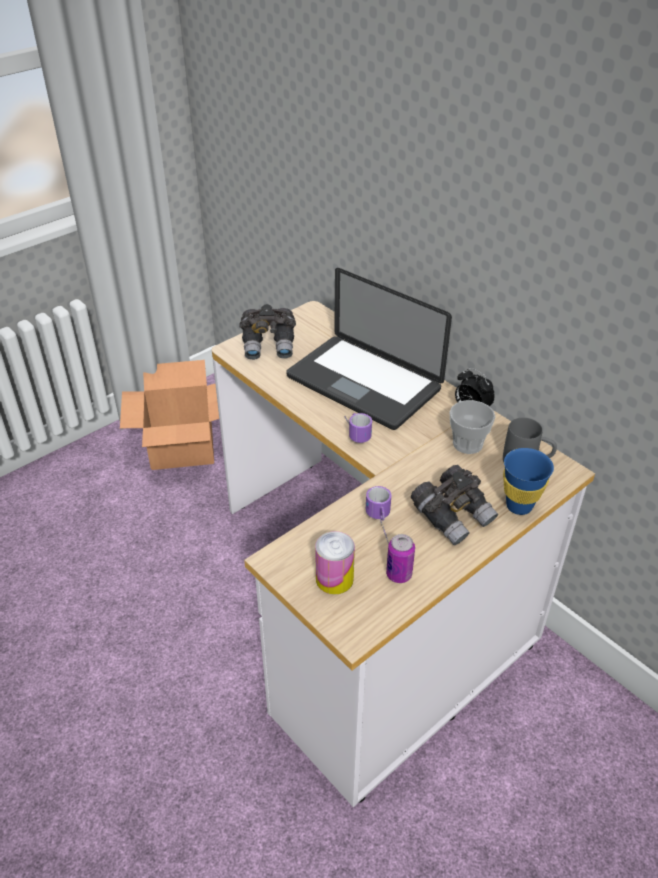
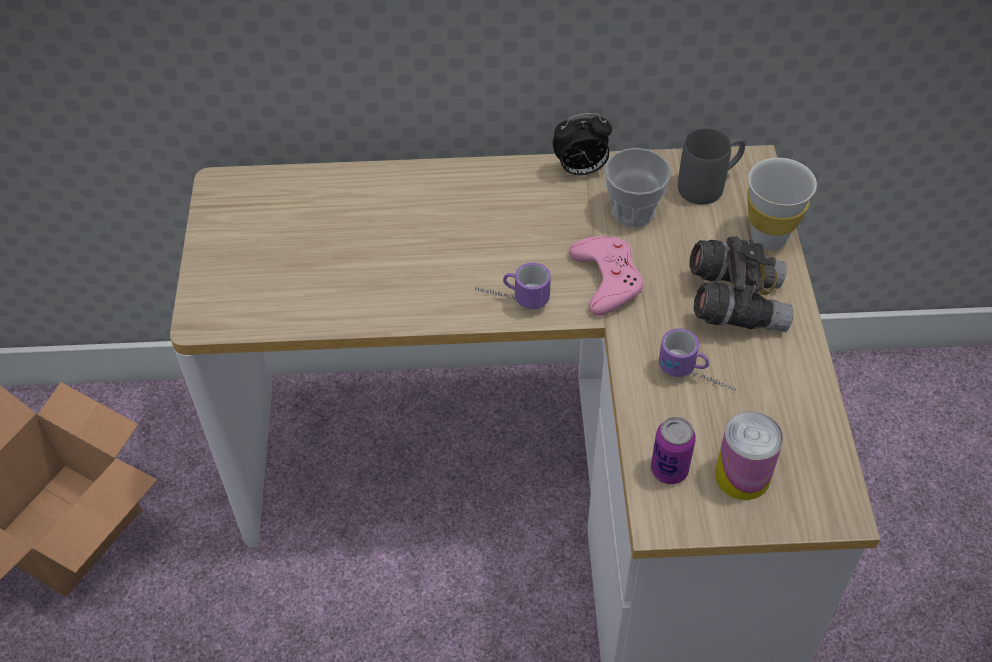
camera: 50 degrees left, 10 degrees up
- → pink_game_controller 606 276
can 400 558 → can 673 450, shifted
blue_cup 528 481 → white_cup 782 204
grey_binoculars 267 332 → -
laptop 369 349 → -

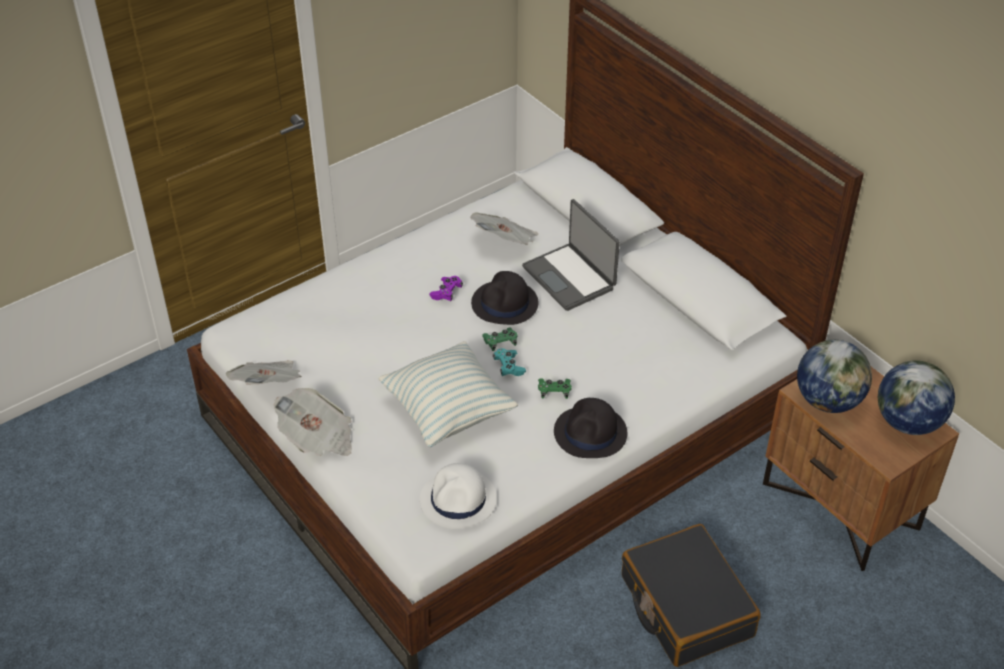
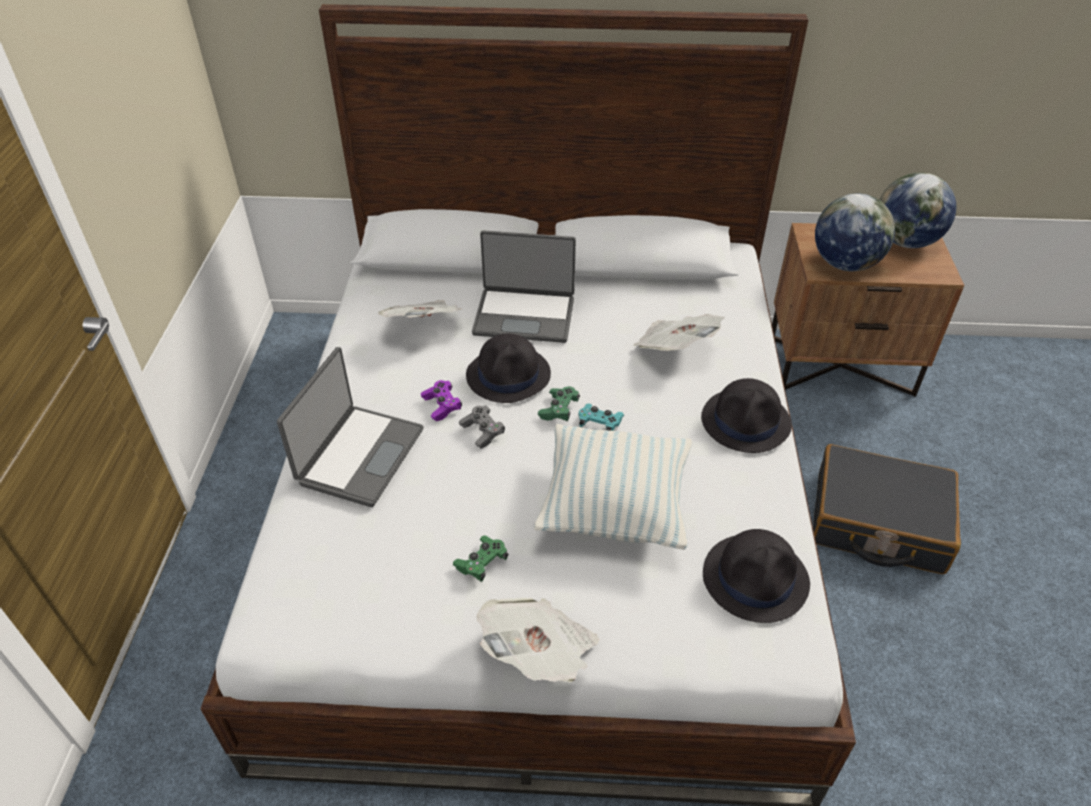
camera: 50 degrees left, 0 degrees up
- → laptop 350 427
green_game_controller 555 388 → green_game_controller 480 558, shifted
- → grey_game_controller 482 427
newspaper 263 372 → newspaper 679 332, shifted
white_hat 458 496 → black_hat 756 576

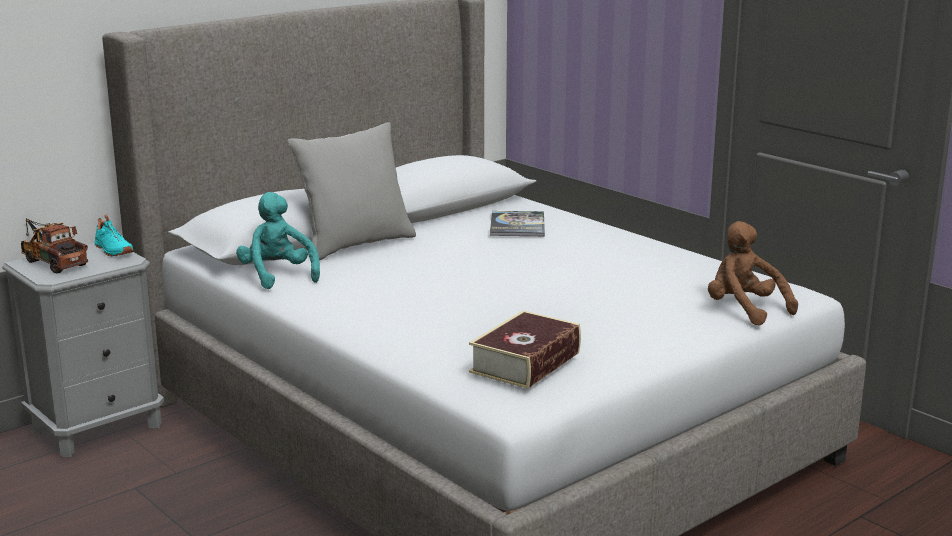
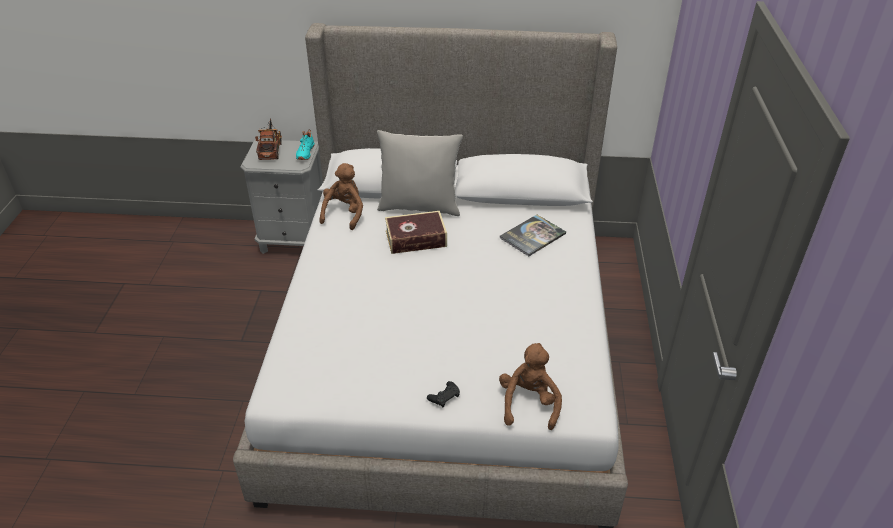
camera: 45 degrees right, 20 degrees up
turquoise_plush_toy 278 240 → brown_plush_toy 341 196
book 525 350 → book 416 232, shifted
- → black_game_controller 443 394

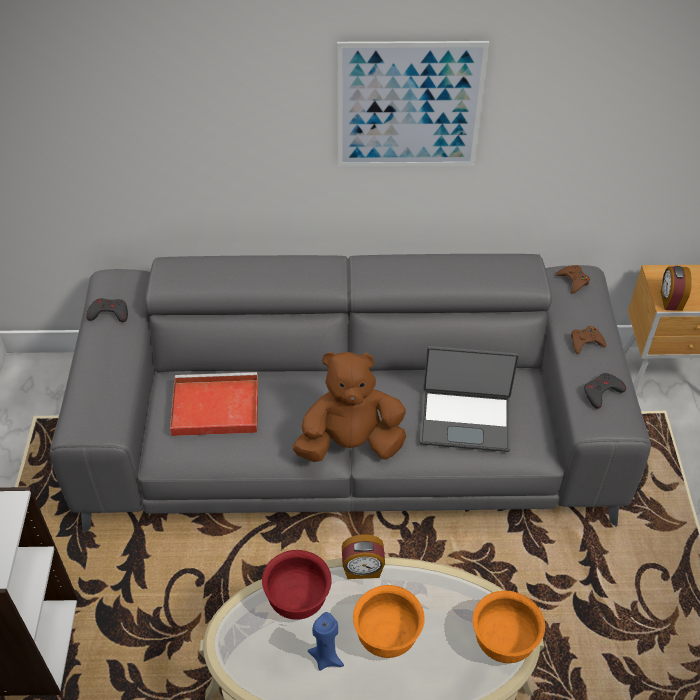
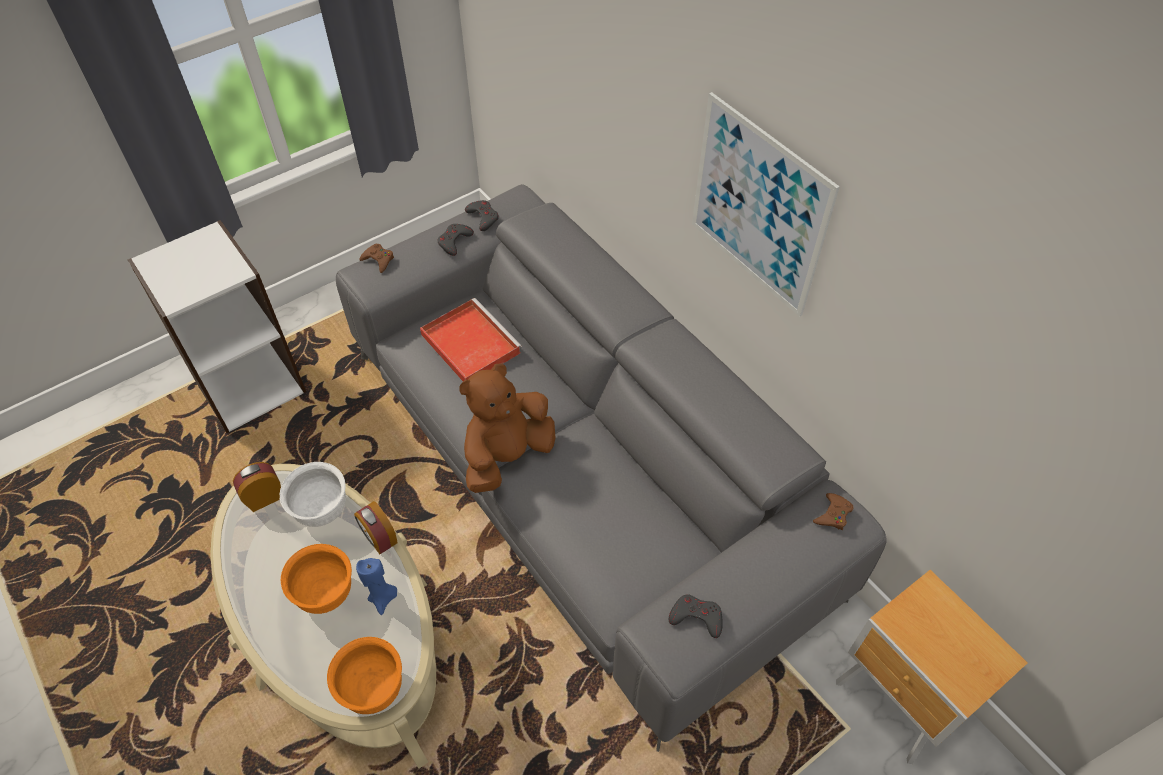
camera: 55 degrees right, 5 degrees up
alarm_clock 676 288 → alarm_clock 257 487, shifted
red_bowl 296 585 → white_bowl 313 494
blue_candle 326 641 → blue_candle 376 586, shifted
brown_game_controller 588 340 → brown_game_controller 377 258, shifted
- → grey_game_controller 455 240
brown_plush_toy 349 407 → brown_plush_toy 507 428, 90 degrees counterclockwise
laptop 469 399 → -

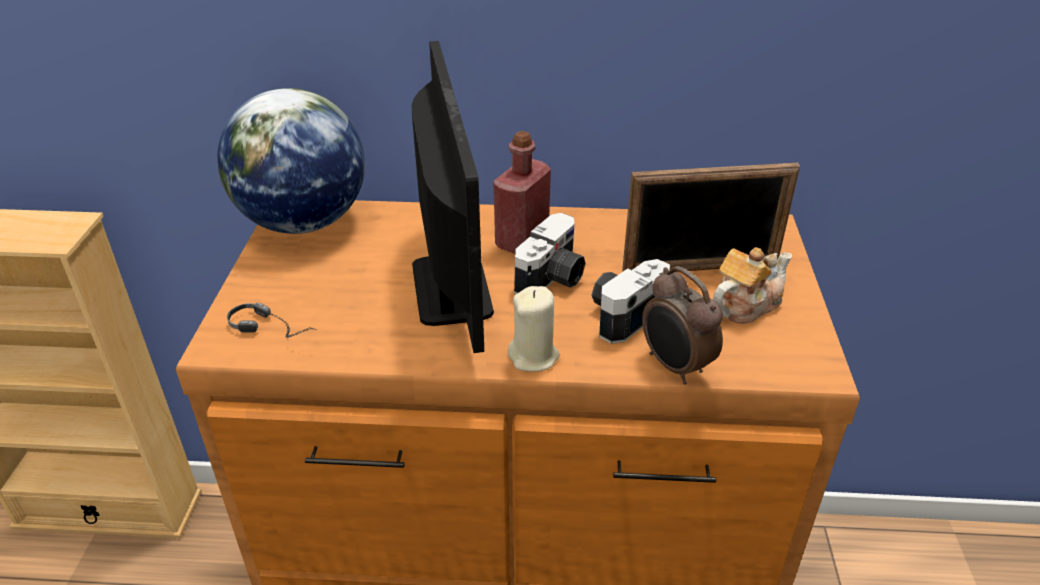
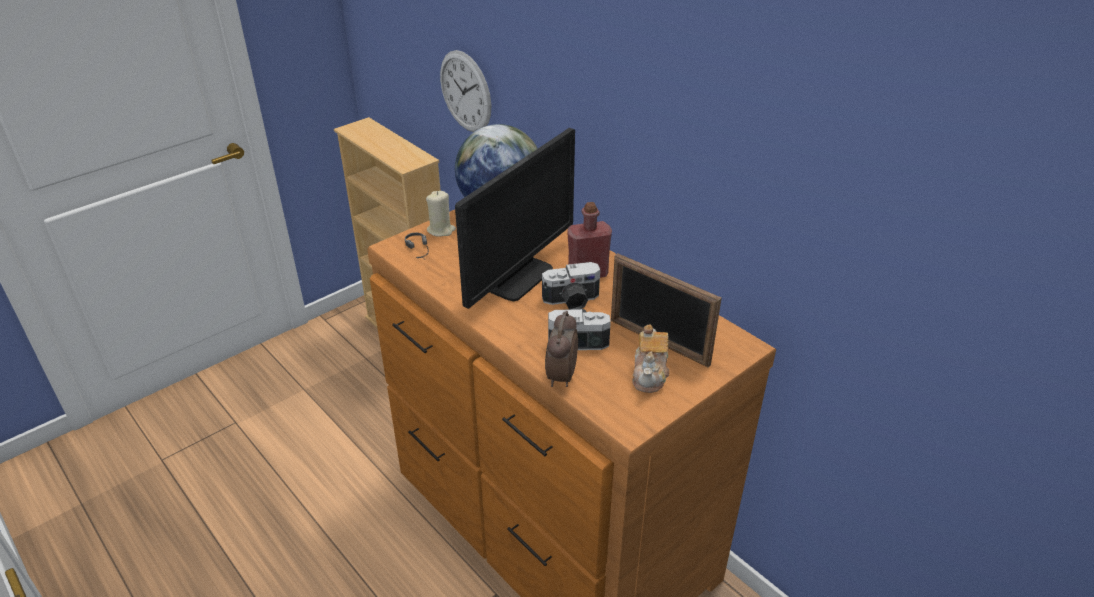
camera: 45 degrees right, 0 degrees up
beige_candle 534 329 → beige_candle 441 214, shifted
- → wall_clock 465 91
teapot 752 285 → teapot 650 358, 90 degrees clockwise

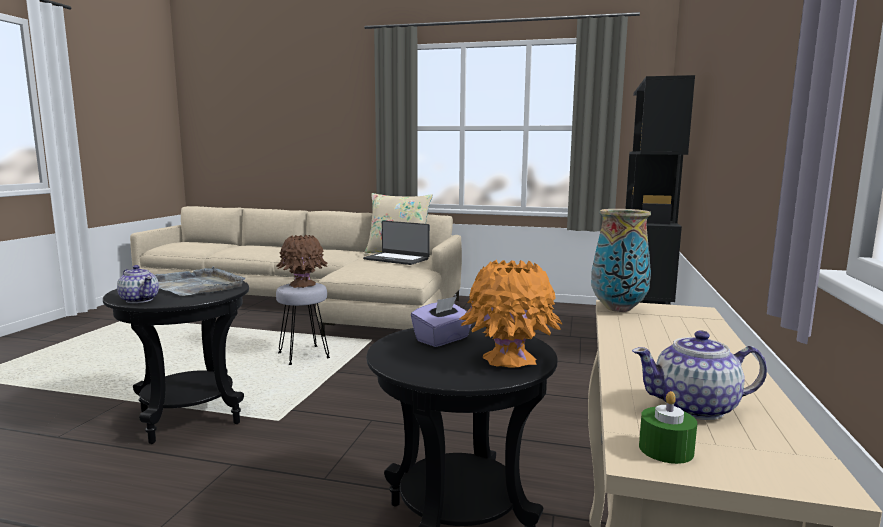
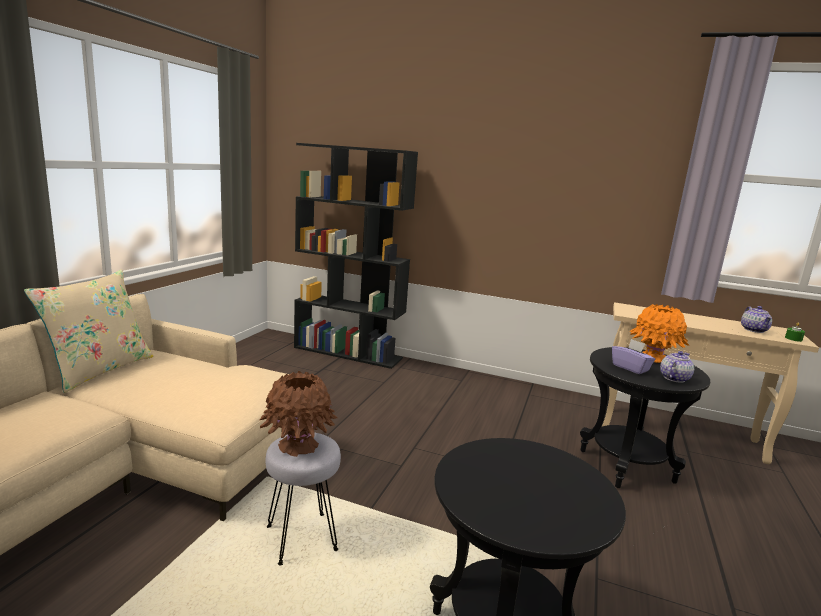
camera: 85 degrees left, 5 degrees up
teapot 138 284 → teapot 677 367, shifted
grey_tray 199 281 → -
laptop 396 243 → -
vase 621 260 → -

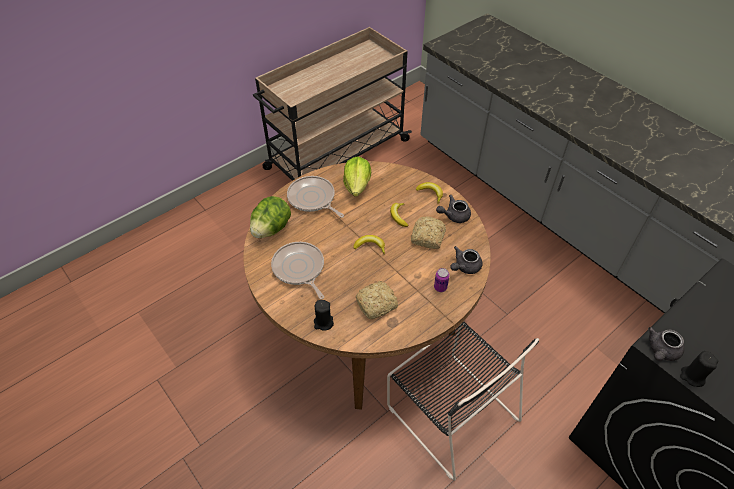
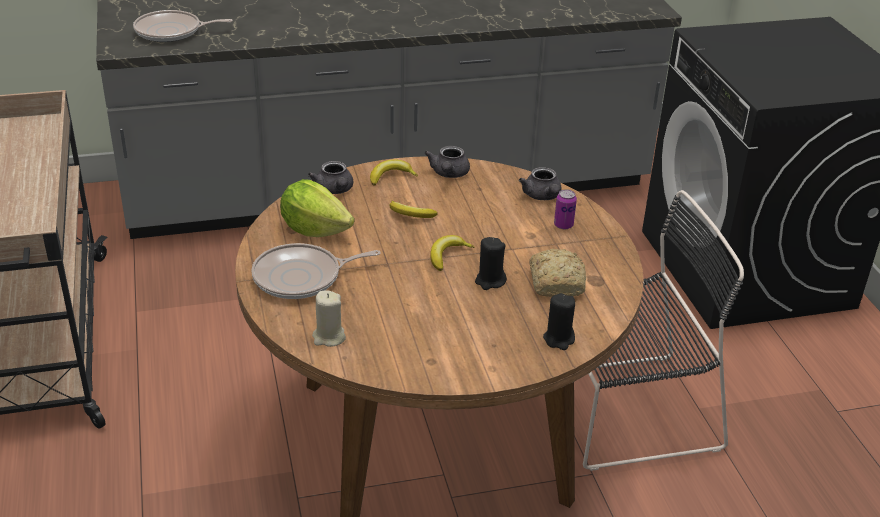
camera: 65 degrees left, 15 degrees down
frying_pan 297 270 → frying_pan 183 26, shifted
grey_teapot 666 344 → grey_teapot 330 177, shifted
lettuce 270 217 → beige_candle 329 319
black_candle 699 369 → black_candle 491 263, shifted
bread 428 232 → -

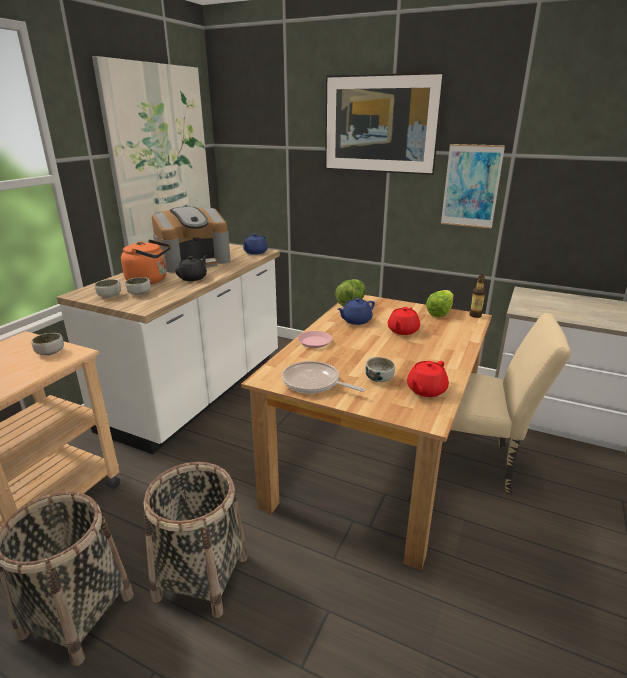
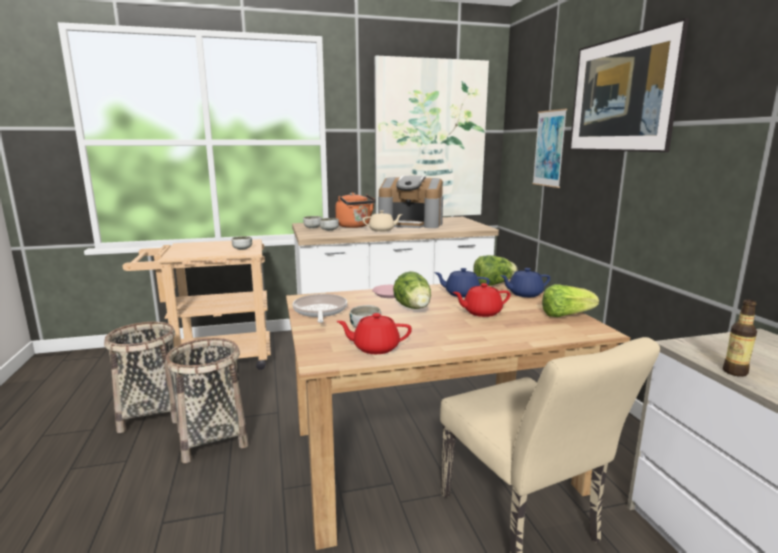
camera: 50 degrees right, 10 degrees down
black_teapot 191 268 → beige_teapot 383 221
- → lettuce 412 290
blue_teapot 255 244 → blue_teapot 525 282, shifted
picture 473 186 → picture 549 148, shifted
bottle 477 296 → bottle 740 338, shifted

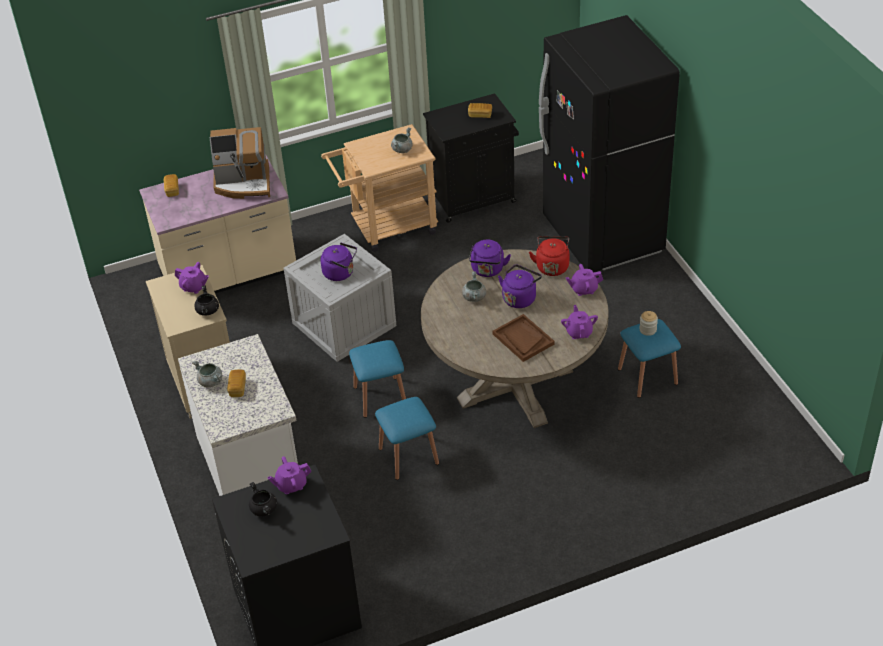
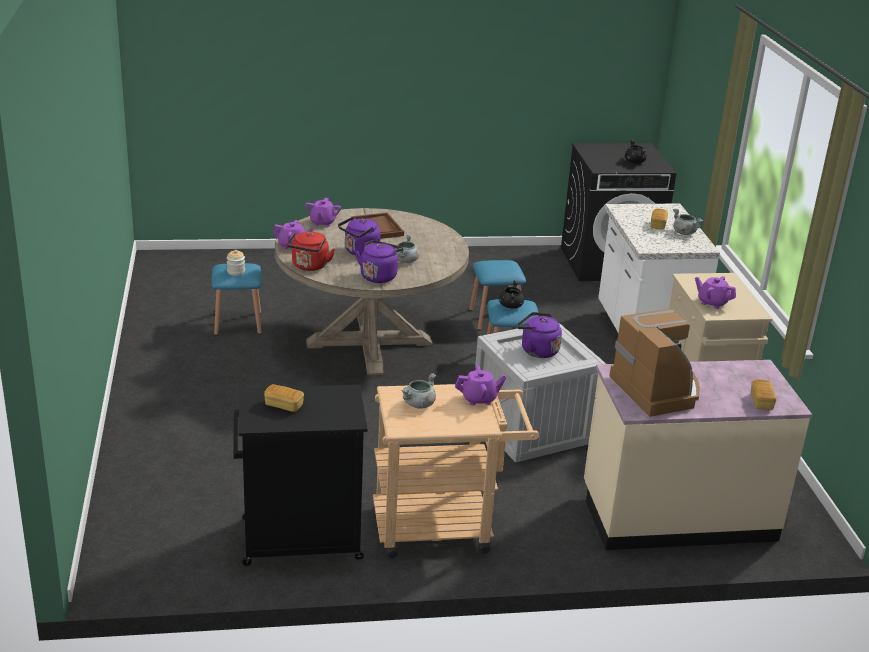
camera: 170 degrees left, 15 degrees down
purple_teapot 289 475 → purple_teapot 480 385, shifted
black_cooking_pot 206 301 → black_cooking_pot 511 294, shifted
coffee_machine 240 163 → coffee_machine 654 363, 60 degrees clockwise
black_fridge 609 143 → -

